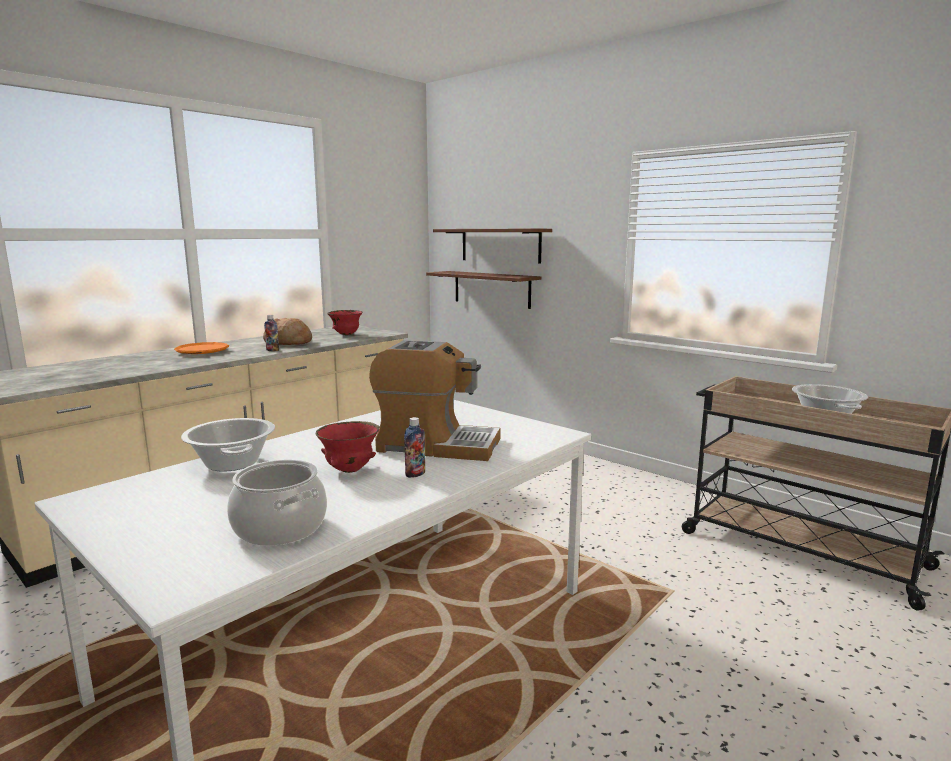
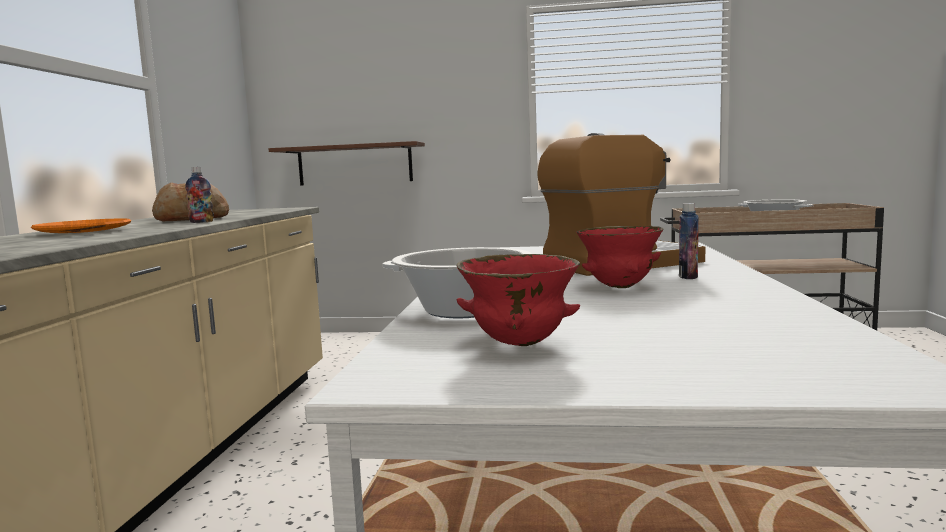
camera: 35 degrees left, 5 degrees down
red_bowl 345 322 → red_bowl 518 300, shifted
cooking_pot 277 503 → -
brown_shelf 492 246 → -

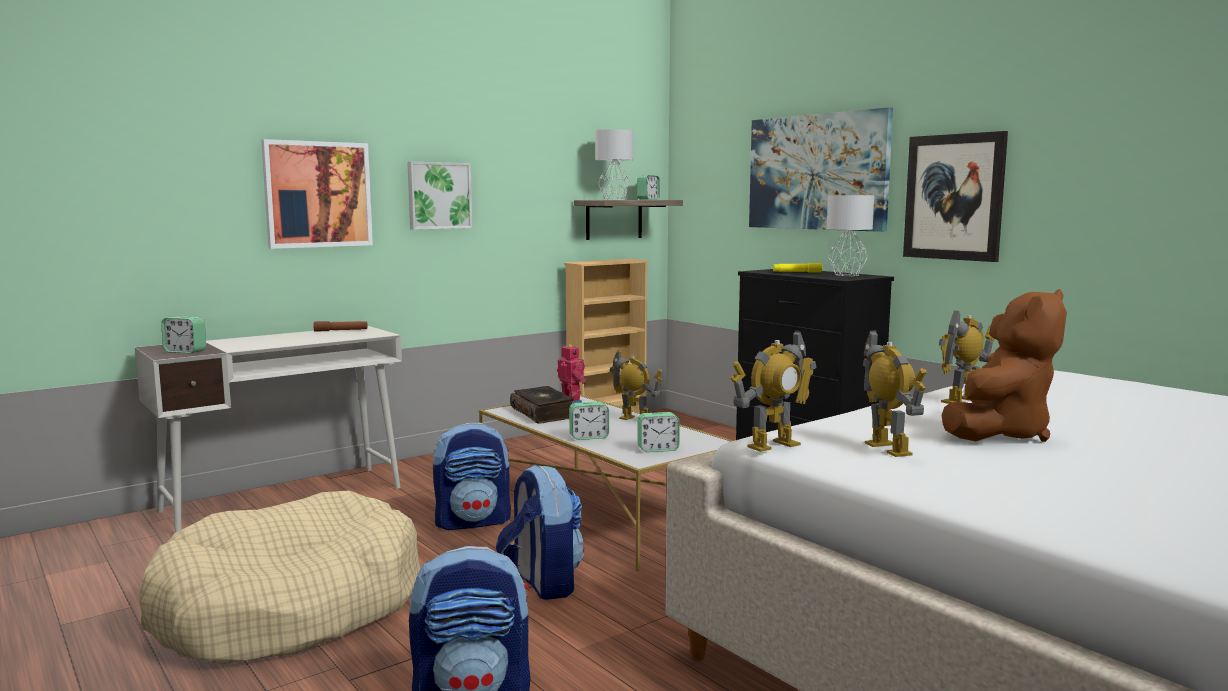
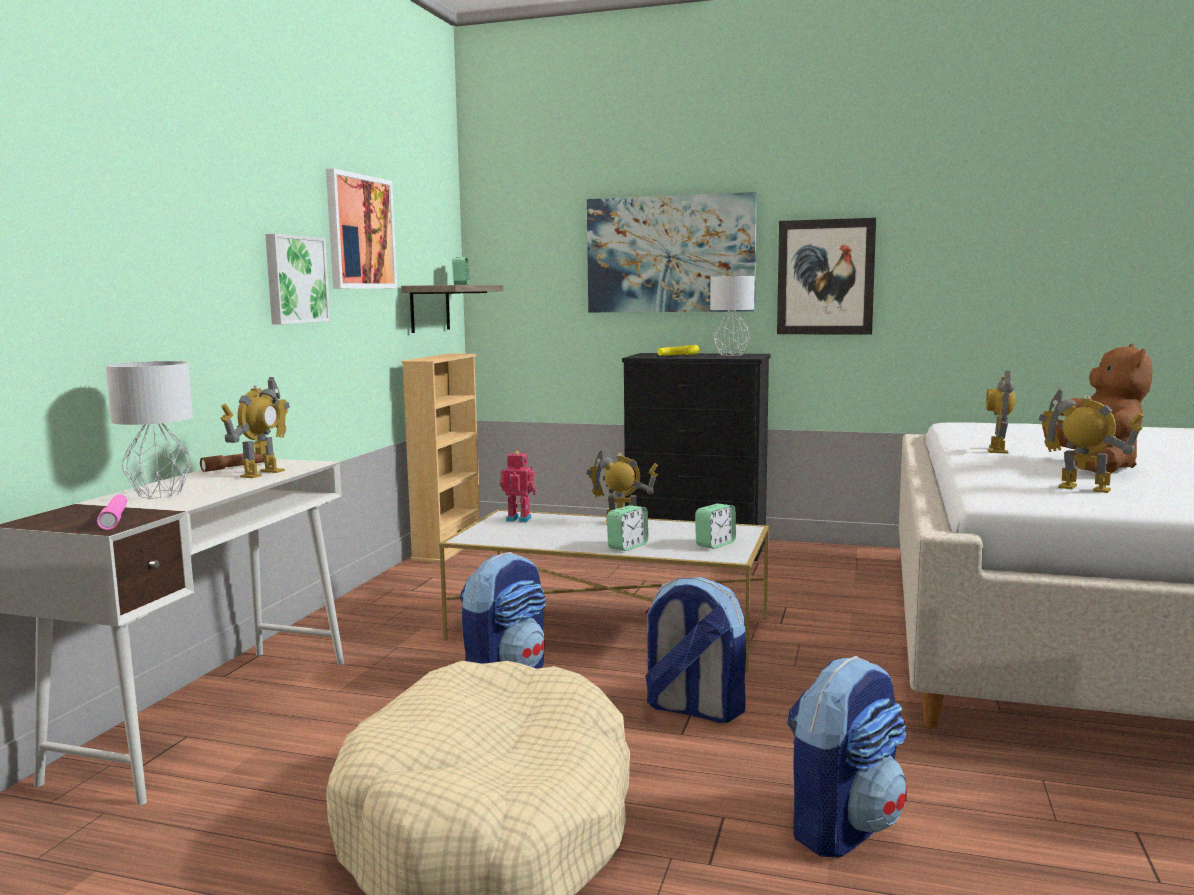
camera: 35 degrees left, 0 degrees up
alarm_clock 183 335 → pink_flashlight 112 512
grey_table_lamp 614 164 → grey_table_lamp 149 430, shifted
toy_robot 773 391 → toy_robot 255 427, shifted
picture 317 194 → picture 361 228, shifted
book 542 405 → -

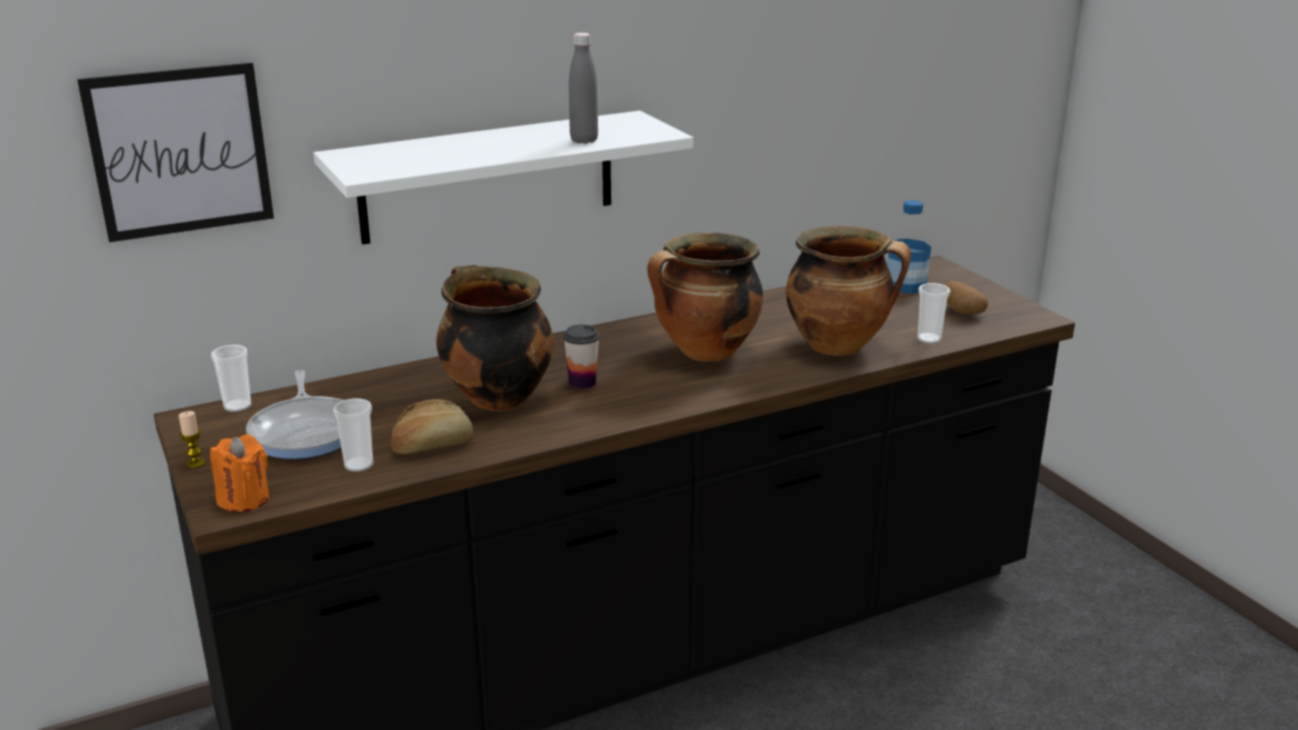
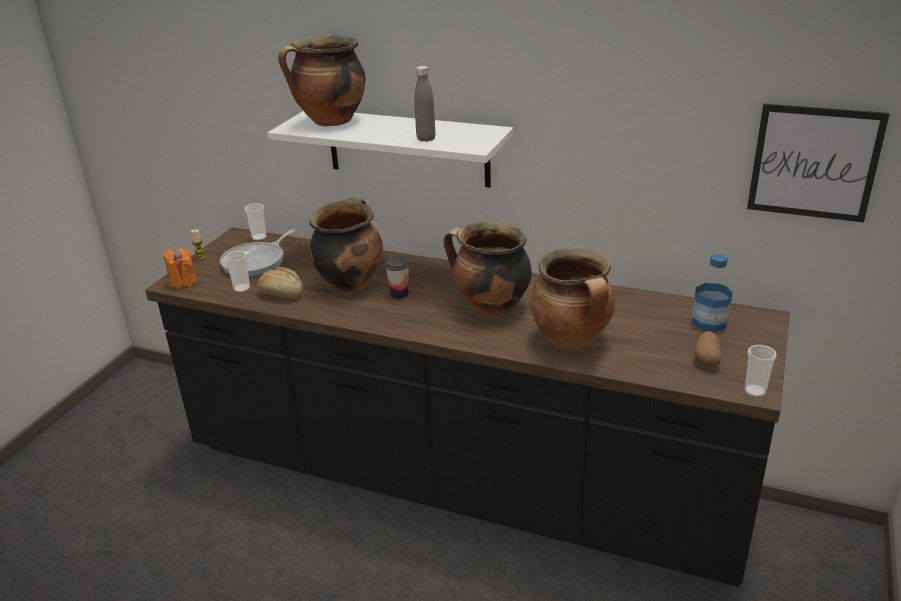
camera: 50 degrees right, 5 degrees up
- → cooking_pot 321 81
cup 933 313 → cup 760 371, shifted
picture 175 152 → picture 818 163, shifted

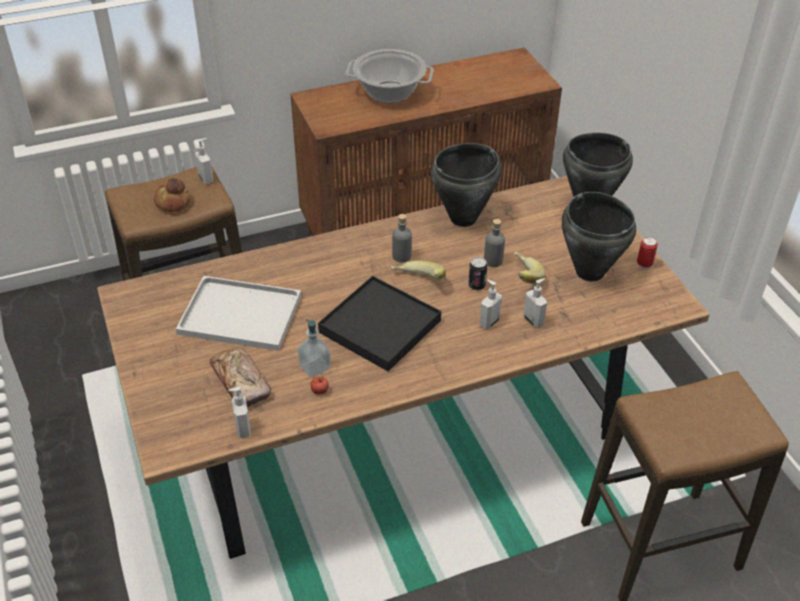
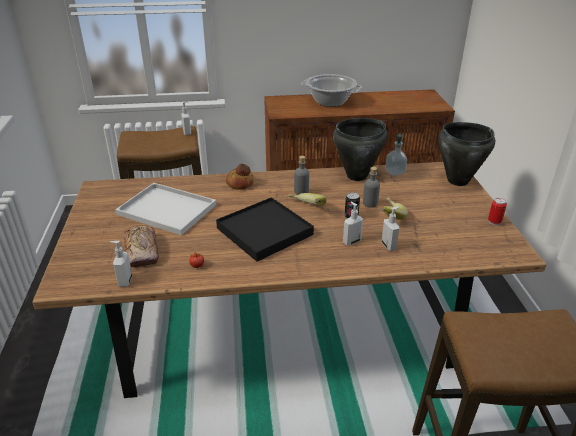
camera: 15 degrees right, 10 degrees down
bread 172 195 → bread 240 177, shifted
soap_dispenser 314 348 → soap_dispenser 396 155, shifted
black_cooking_pot 599 237 → -

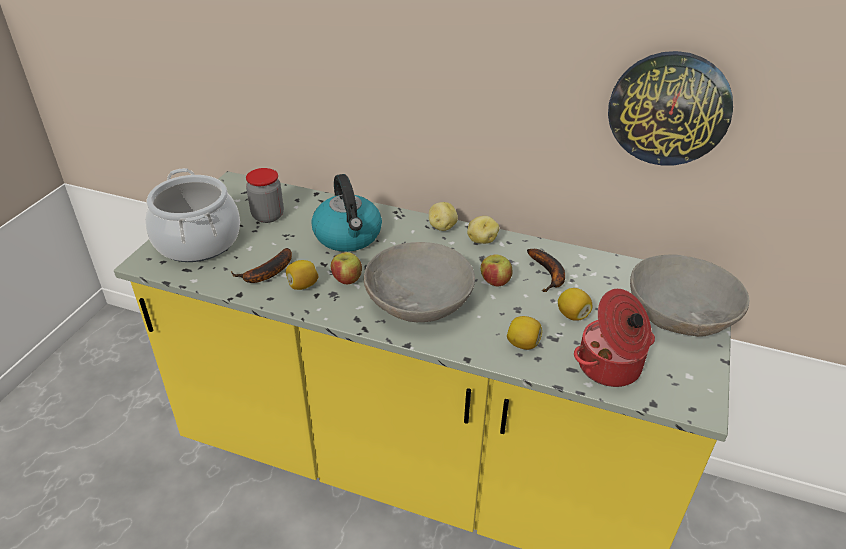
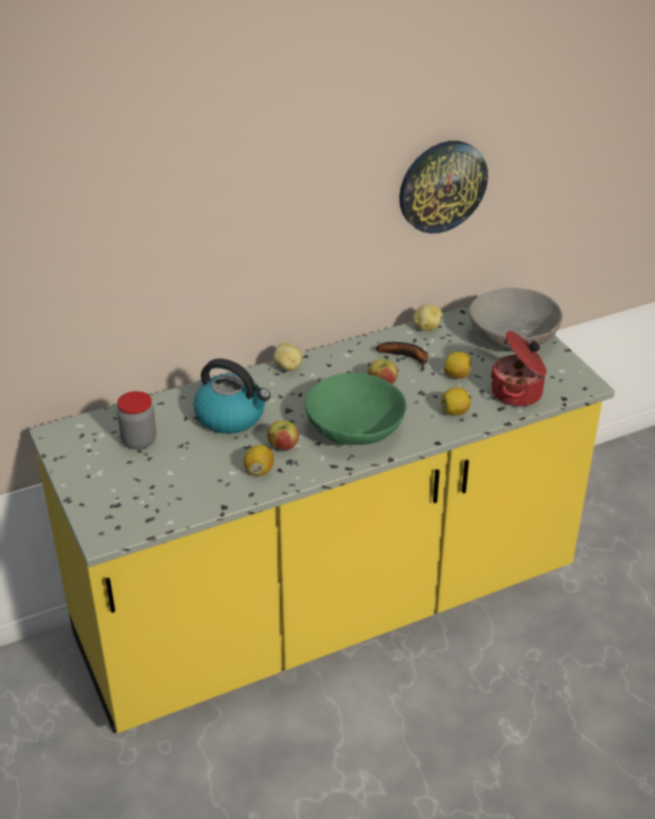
camera: 45 degrees left, 0 degrees up
grey_bowl 419 282 → green_bowl 356 409
potato 483 230 → potato 427 317, shifted
cooking_pot 192 215 → -
banana 261 265 → -

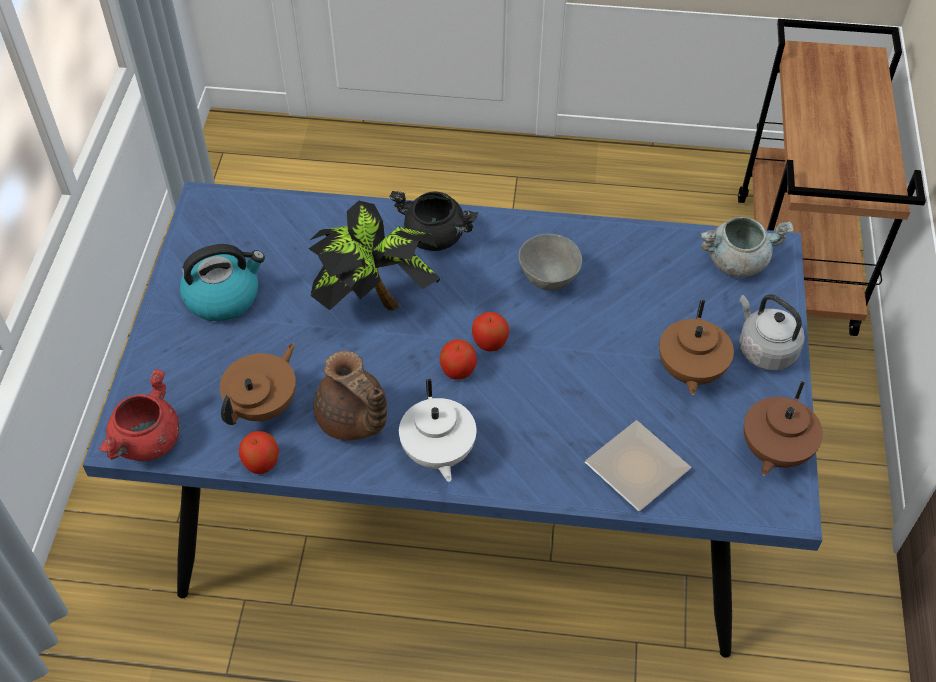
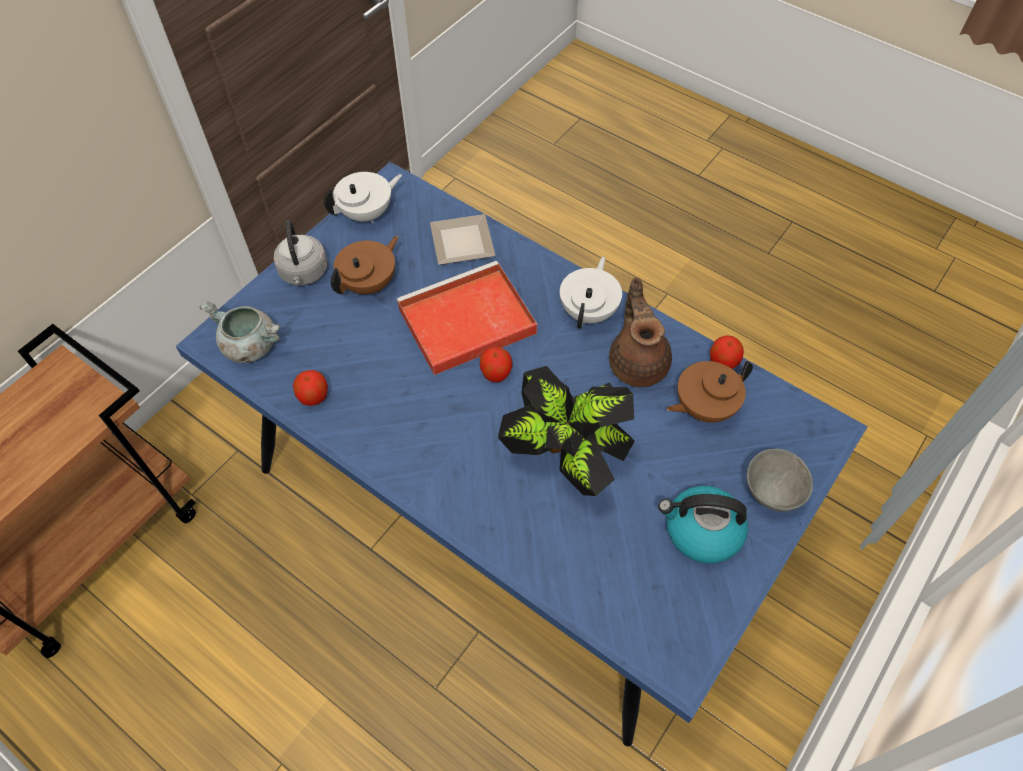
camera: 150 degrees left, 5 degrees up
apple 458 359 → apple 310 388, shifted
brown_teapot 783 428 → white_teapot 363 197
- → red_tray 467 318
grey_bowl 550 262 → grey_bowl 780 480, shifted
red_cooking_pot 139 415 → -
black_cooking_pot 433 221 → -

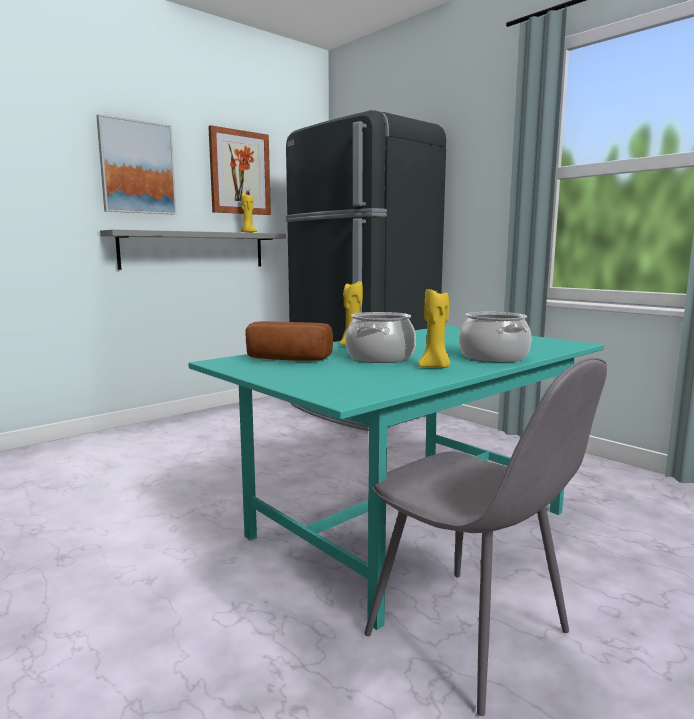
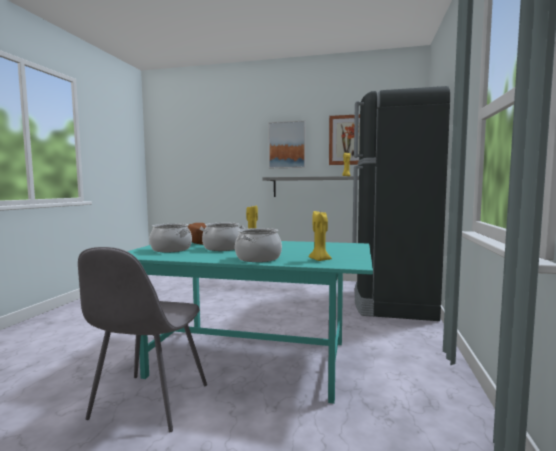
camera: 55 degrees right, 5 degrees down
- → cooking_pot 170 238
yellow_candle 434 327 → yellow_candle 320 236, shifted

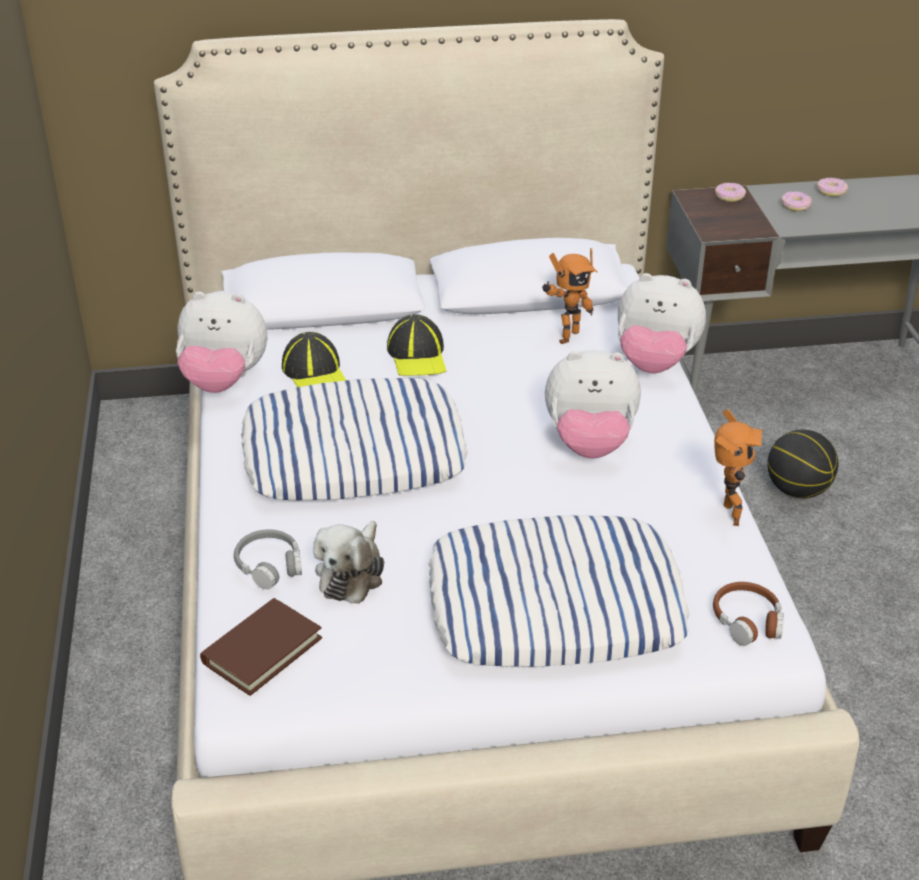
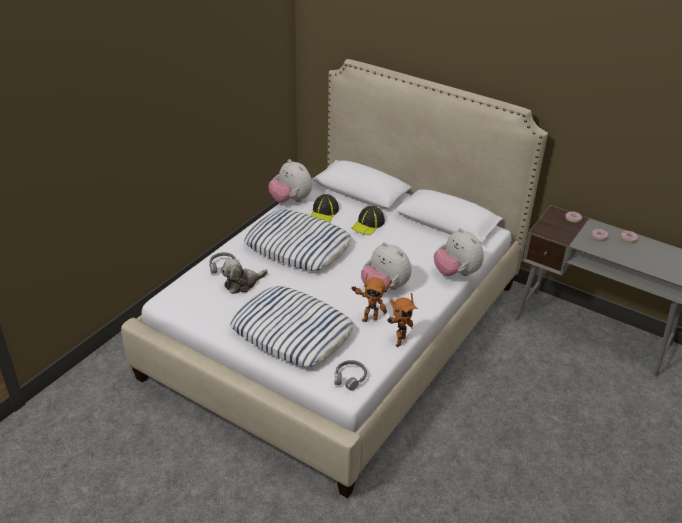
camera: 40 degrees right, 0 degrees up
brown_headphones 748 614 → grey_headphones 351 375
toy_robot 570 296 → toy_robot 371 297, shifted
brown_book 261 647 → -
basketball 802 463 → -

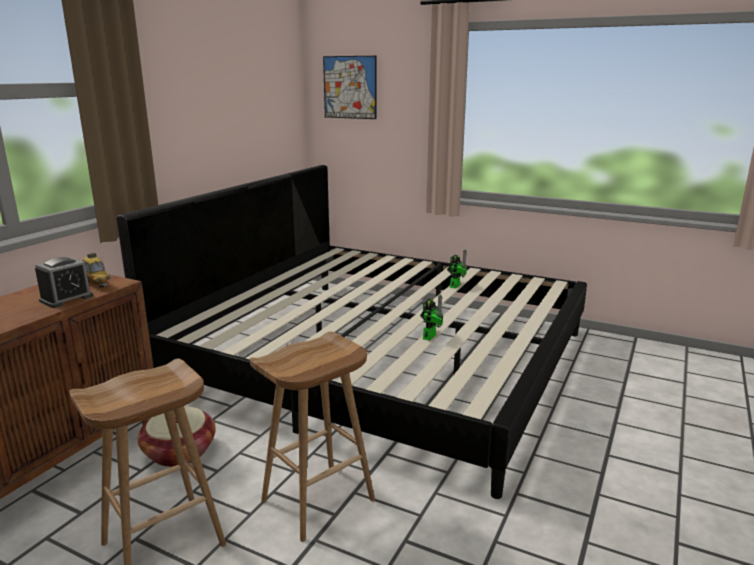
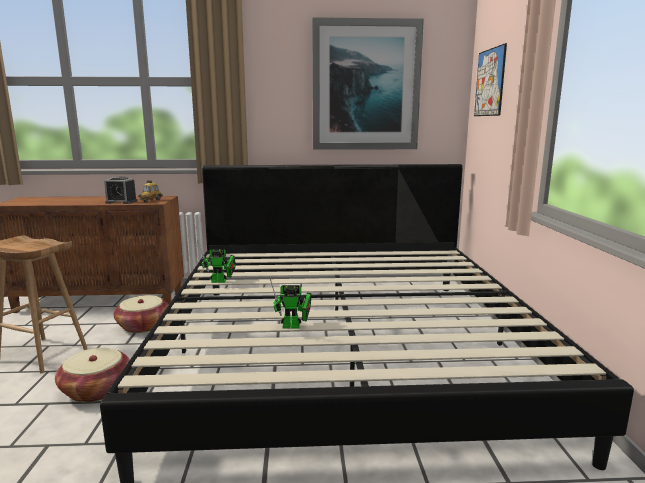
camera: 60 degrees right, 5 degrees down
brown_stool 312 436 → basket 92 375
toy_robot 457 269 → toy_robot 216 261, shifted
- → picture 368 83

